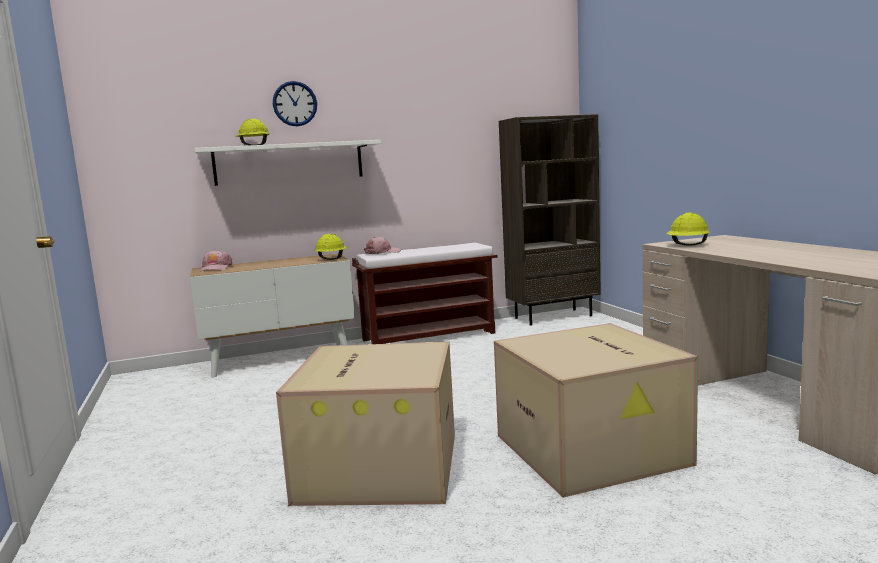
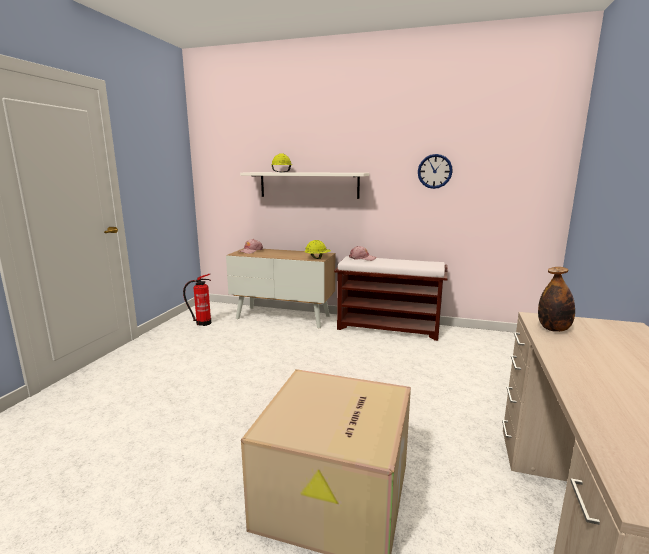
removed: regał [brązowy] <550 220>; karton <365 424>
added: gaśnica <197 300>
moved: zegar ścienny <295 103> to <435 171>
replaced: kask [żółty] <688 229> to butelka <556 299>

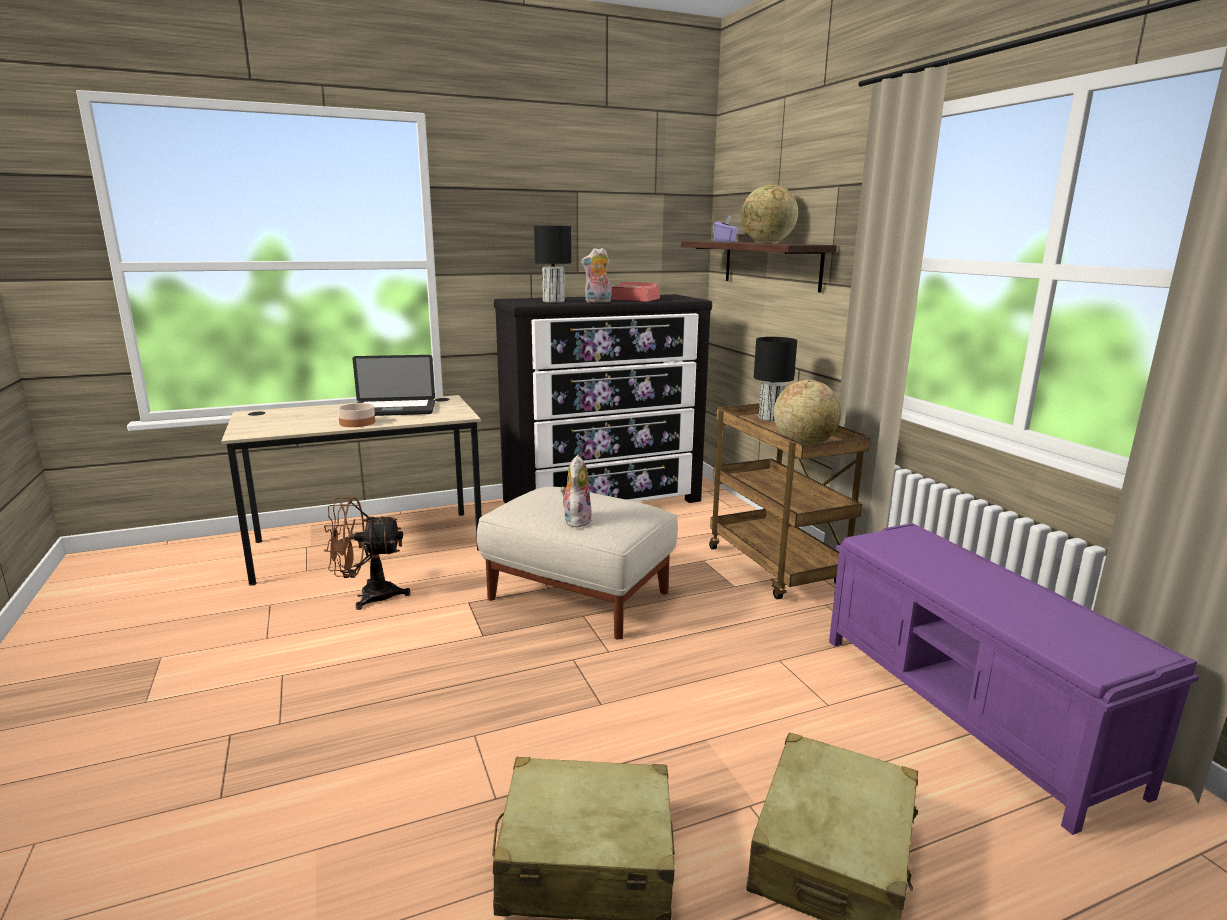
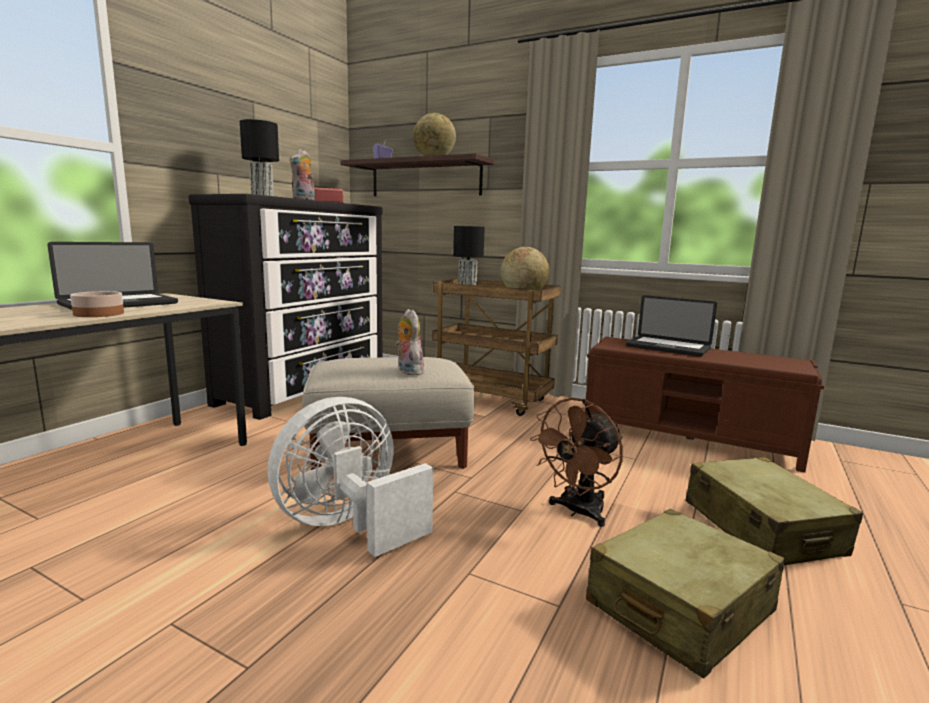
added: laptop <671 325>; wentylator [biały] <350 477>
moved: wentylator [brązowy] <367 553> to <576 462>
recoloured: ławka [fioletowy] <1014 679> to ławka [brązowy] <704 405>

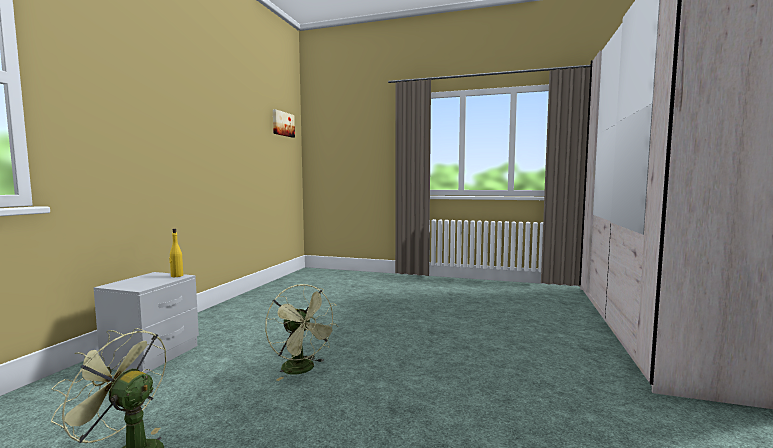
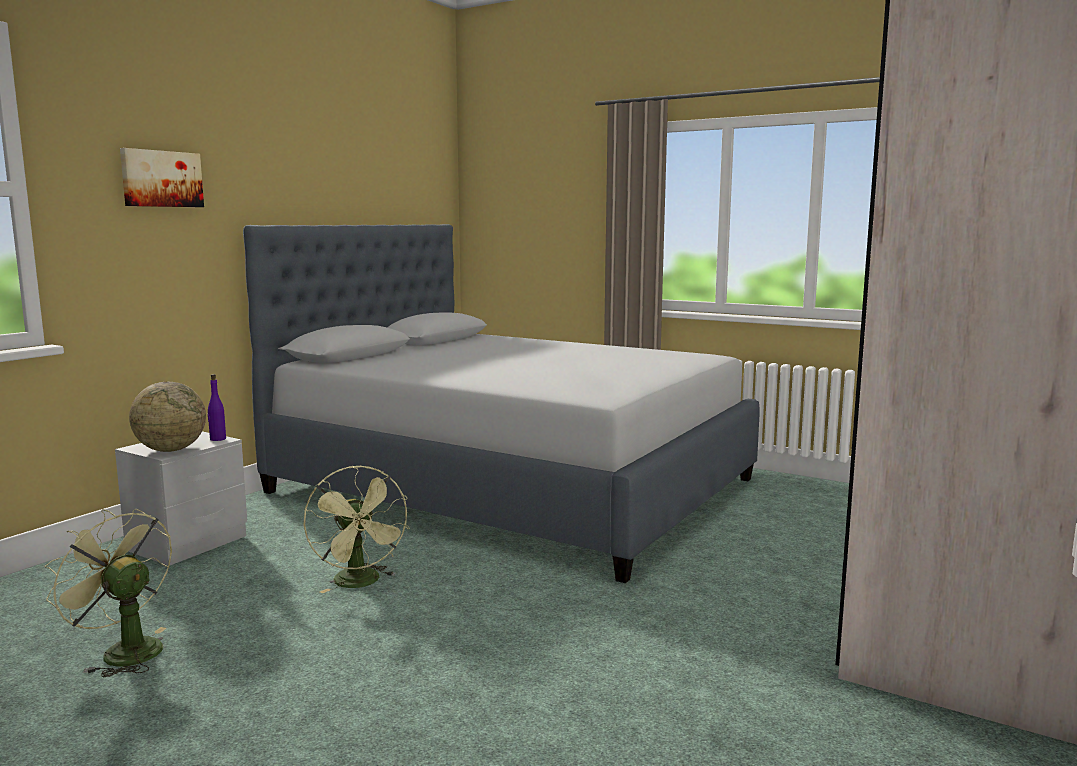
added: łóżko [szary] <501 403>; globus <167 417>
moved: obraz <284 123> to <162 177>
recoloured: butelka [żółty] <176 253> to butelka [fioletowy] <217 407>

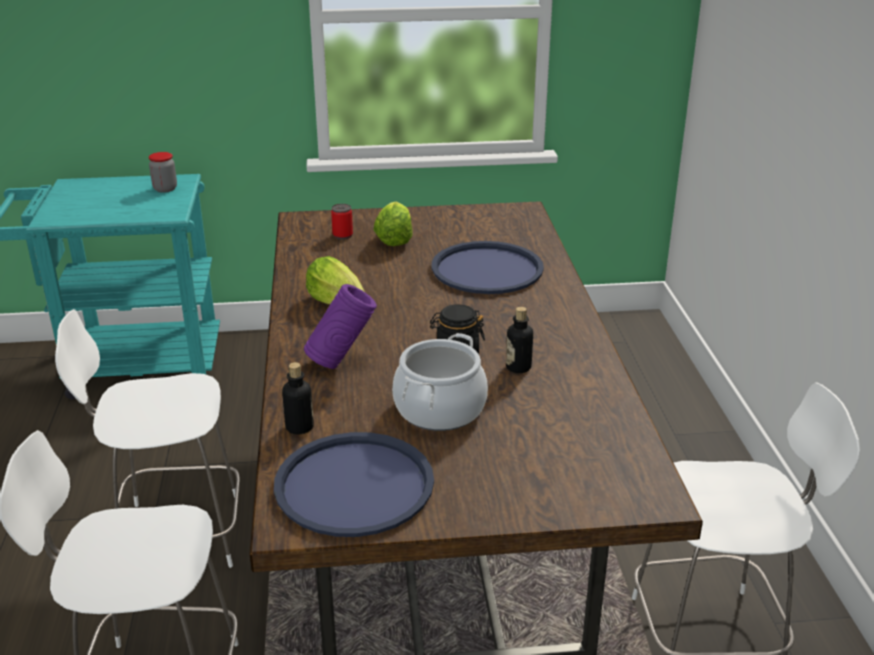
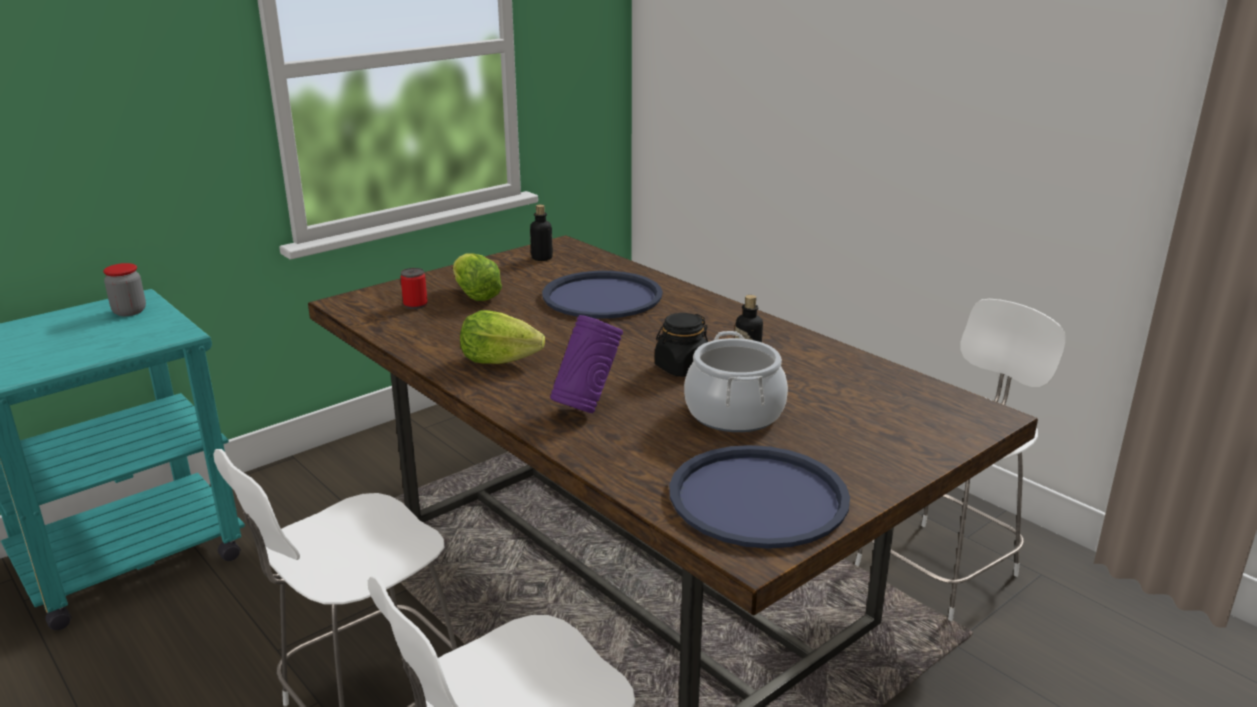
moved: butelka <298 398> to <541 232>

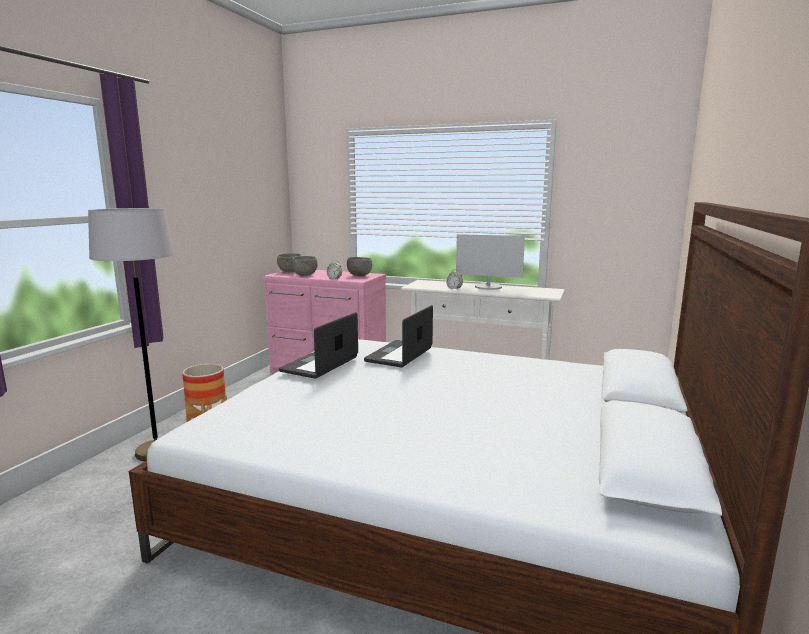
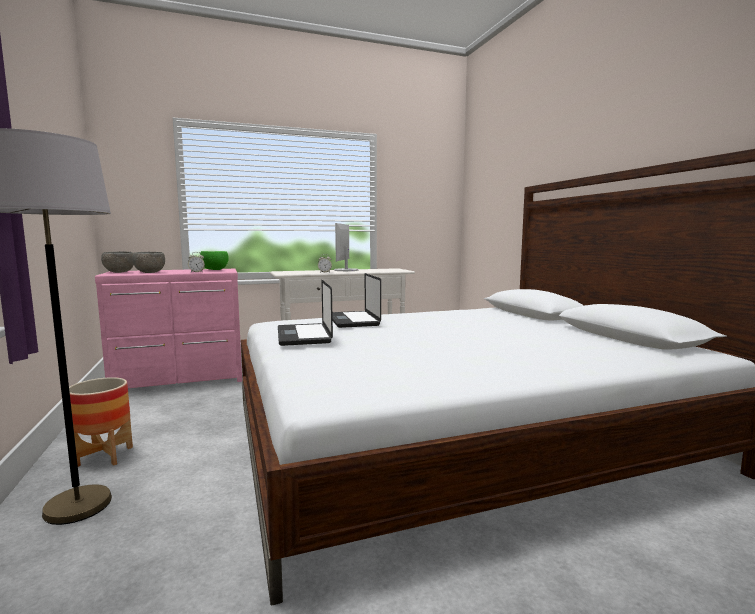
recoloured: miska [szary] <359 266> to miska [zielony] <214 260>
turned: monitor <490 262> = <346 247> 120 degrees clockwise

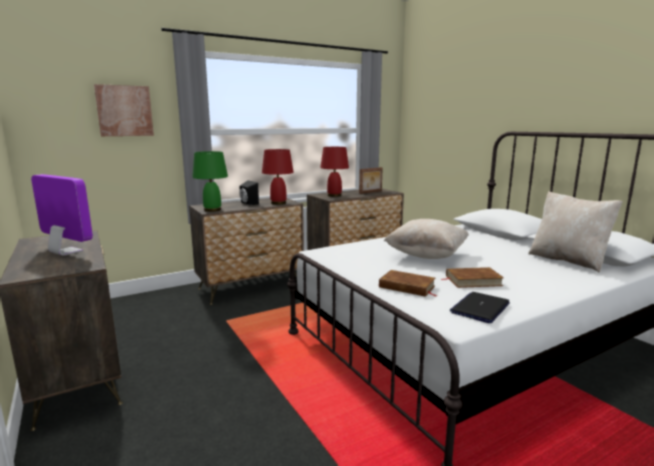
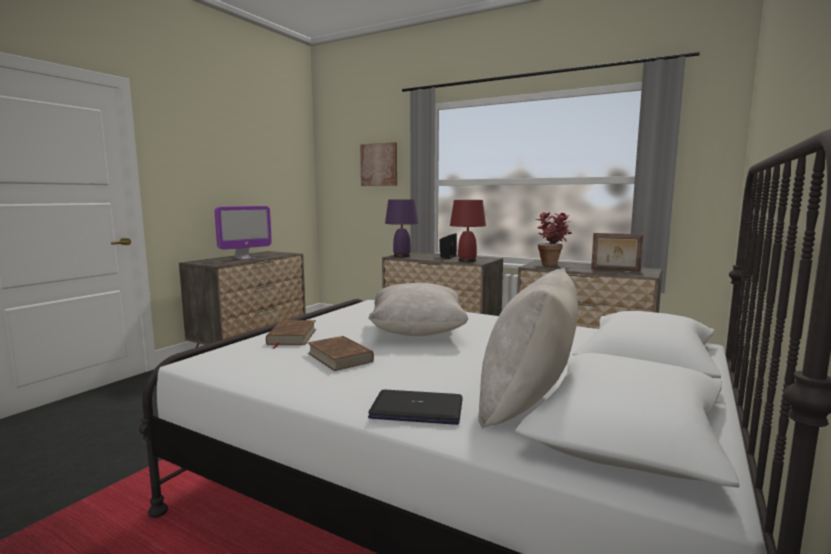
moved: laptop <480 307> to <415 407>
replaced: lampa stołowa [czerwony] <334 172> to roślina doniczkowa <553 239>
recoloured: lampa stołowa [zielony] <210 181> to lampa stołowa [fioletowy] <401 228>
turned: monitor <62 215> = <243 233> 45 degrees clockwise

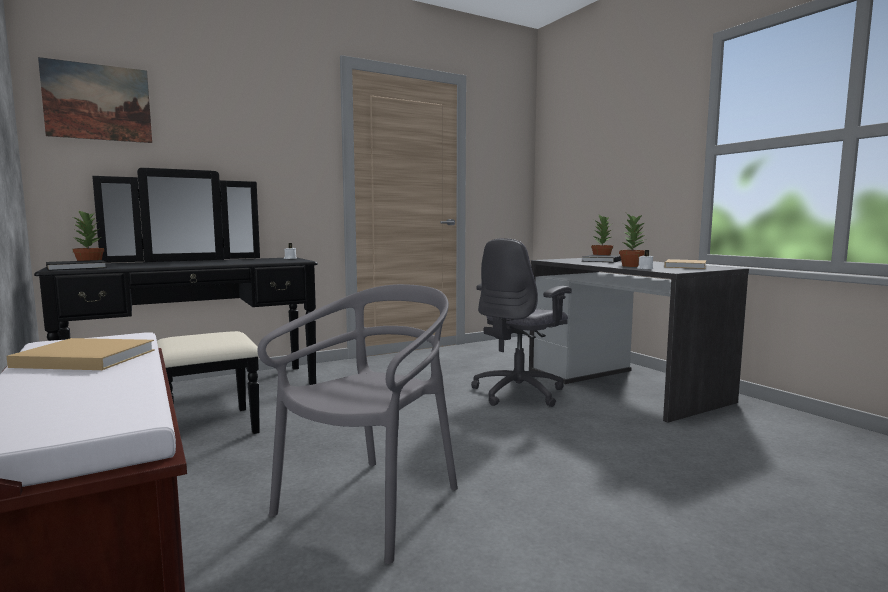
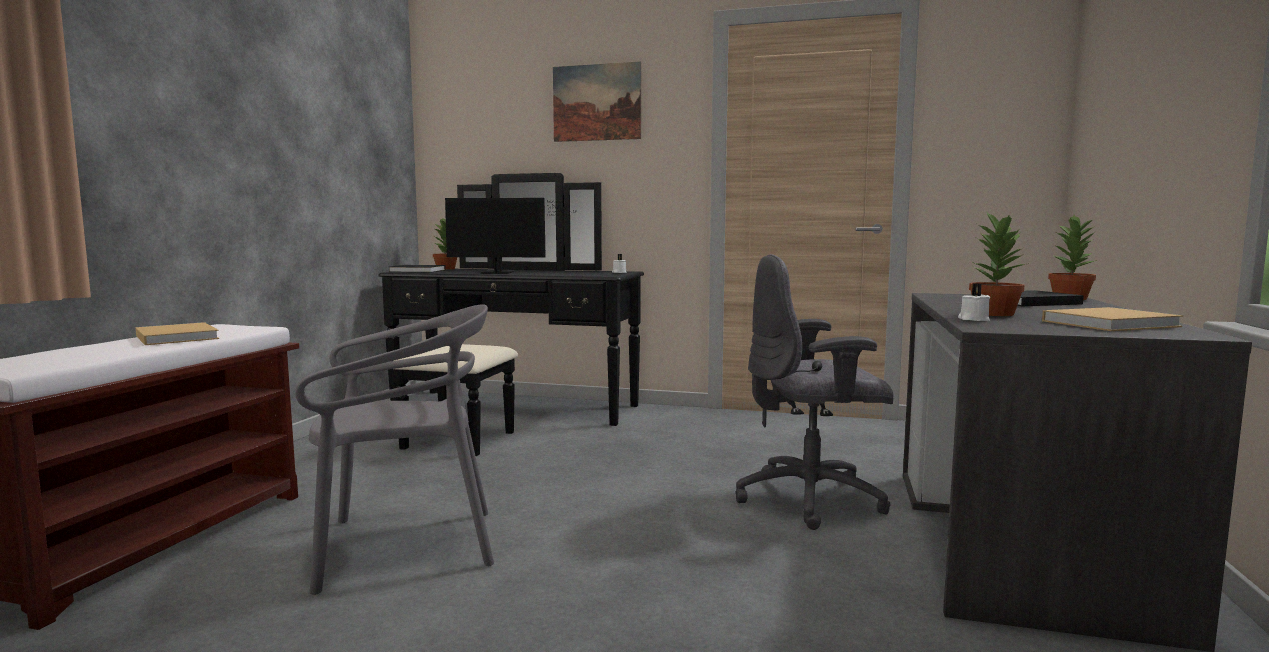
added: monitor <511 236>
moved: obraz <95 100> to <597 102>

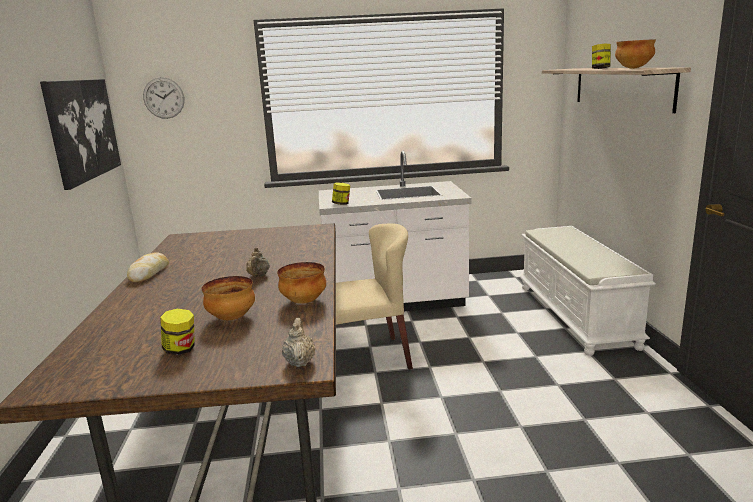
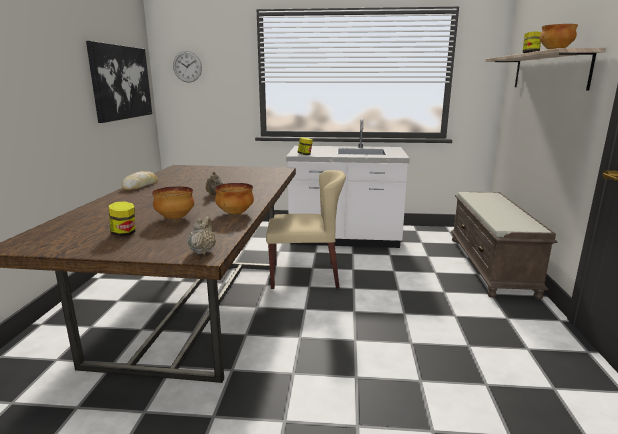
recoloured: ławka [biały] <588 291> to ławka [brązowy] <504 246>

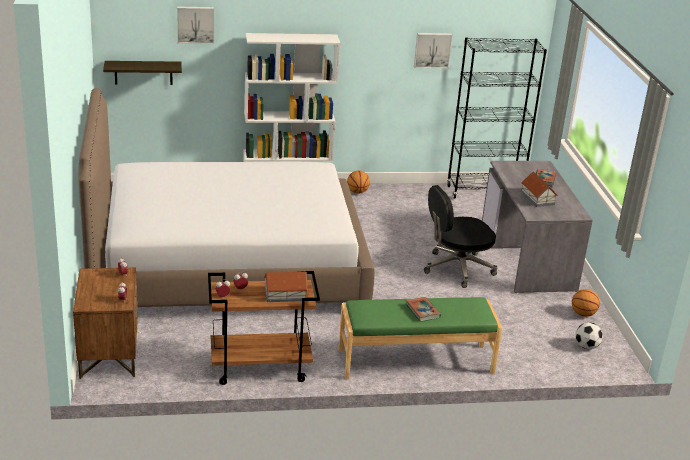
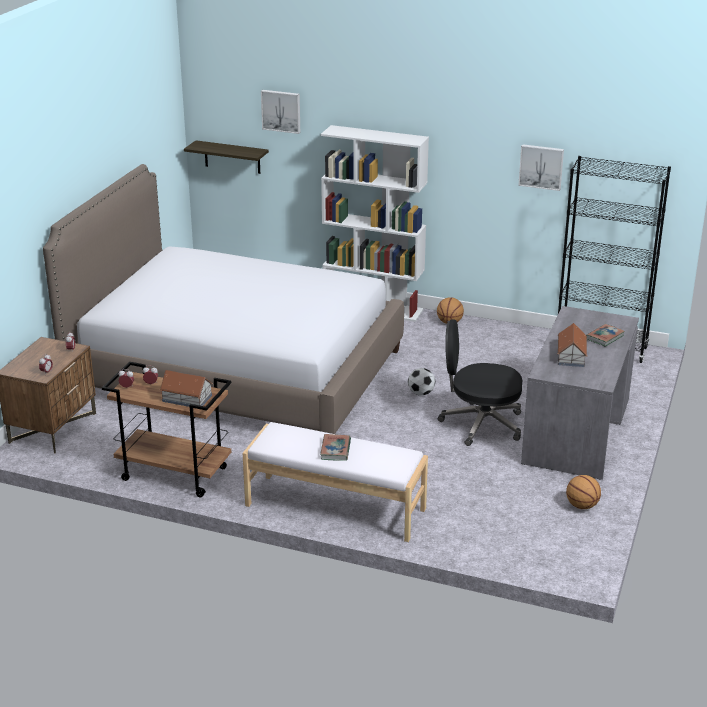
moved: piłka futbolowa <589 335> to <421 381>
recoloured: ławka [zielony] <420 338> to ławka [biały] <335 482>

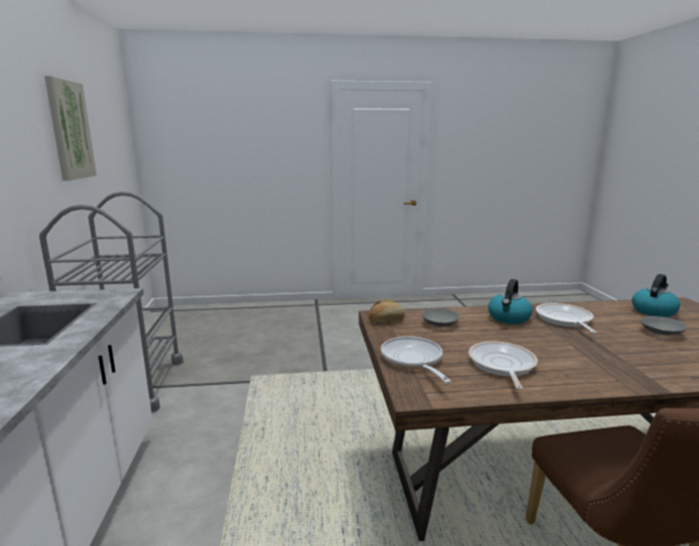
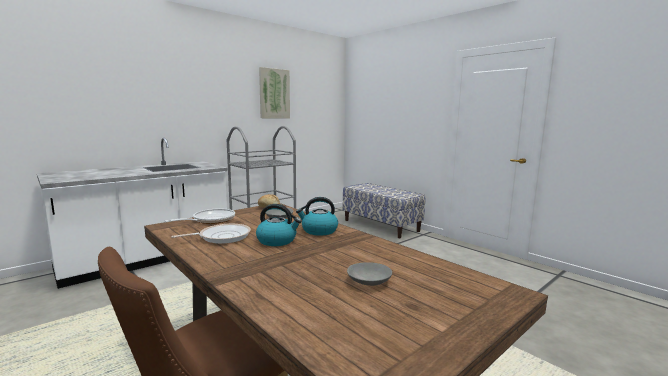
removed: patelnia <566 318>
added: ławka <384 210>
moved: czajnik <656 295> to <278 225>

